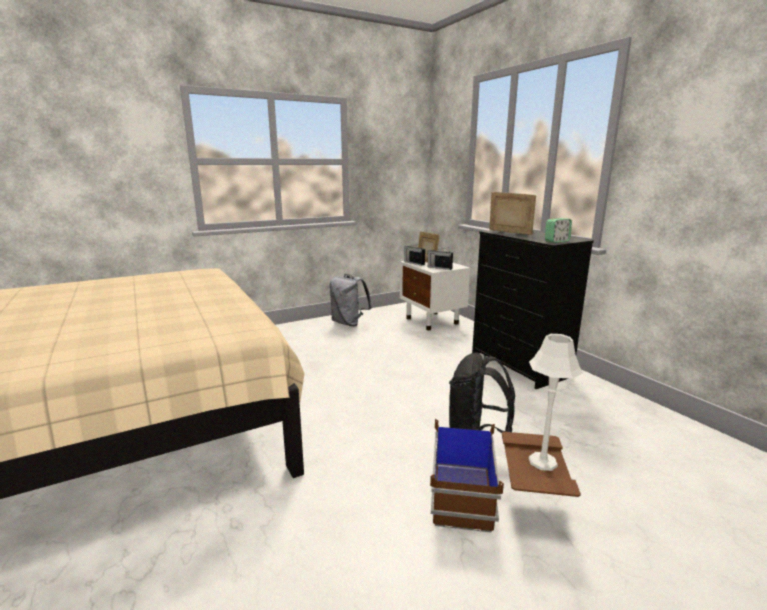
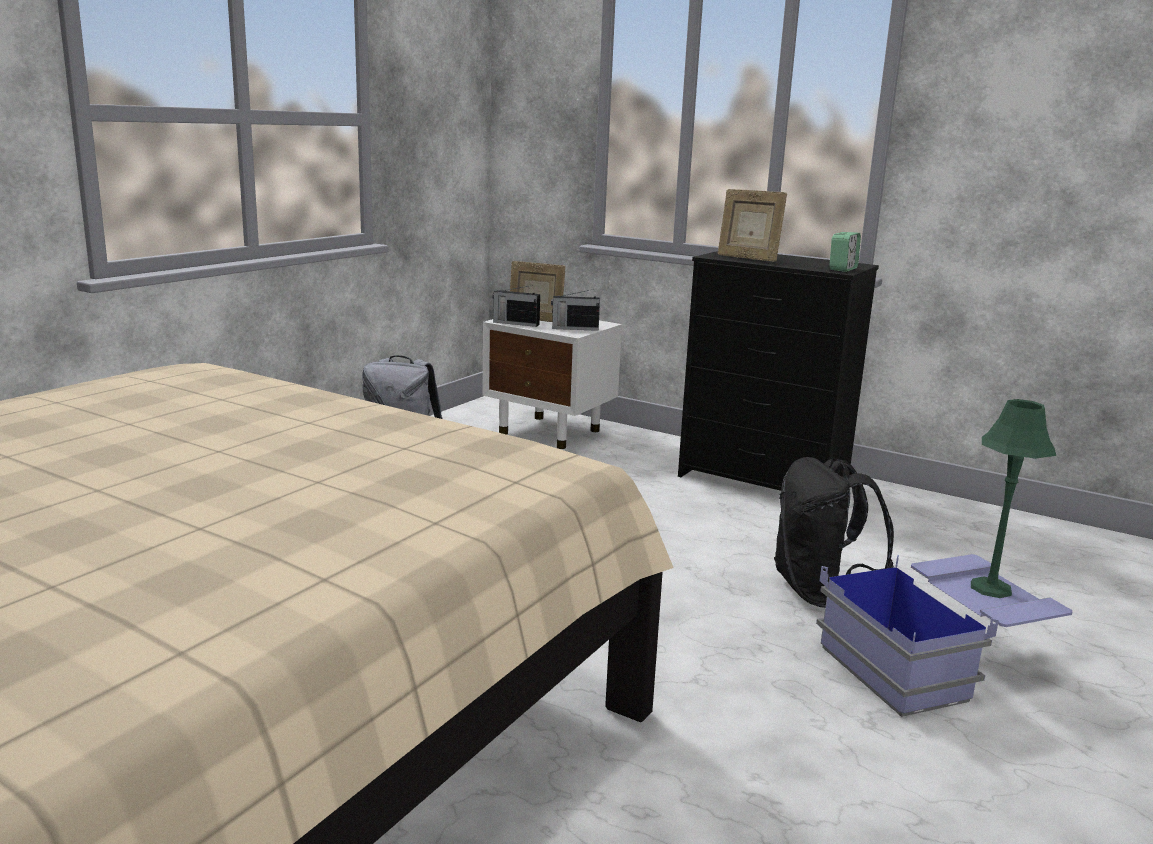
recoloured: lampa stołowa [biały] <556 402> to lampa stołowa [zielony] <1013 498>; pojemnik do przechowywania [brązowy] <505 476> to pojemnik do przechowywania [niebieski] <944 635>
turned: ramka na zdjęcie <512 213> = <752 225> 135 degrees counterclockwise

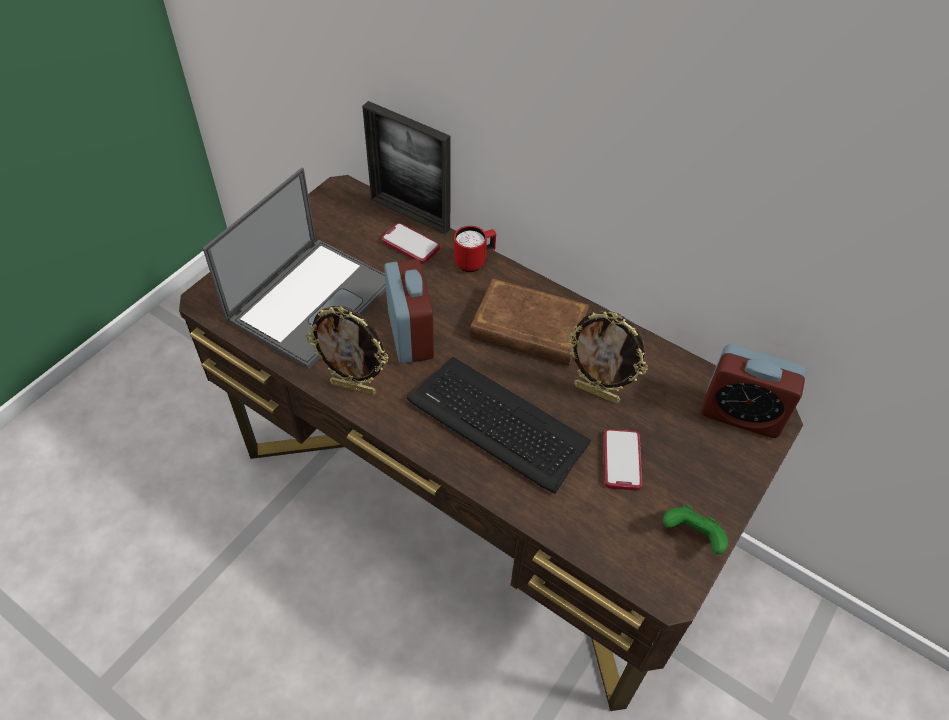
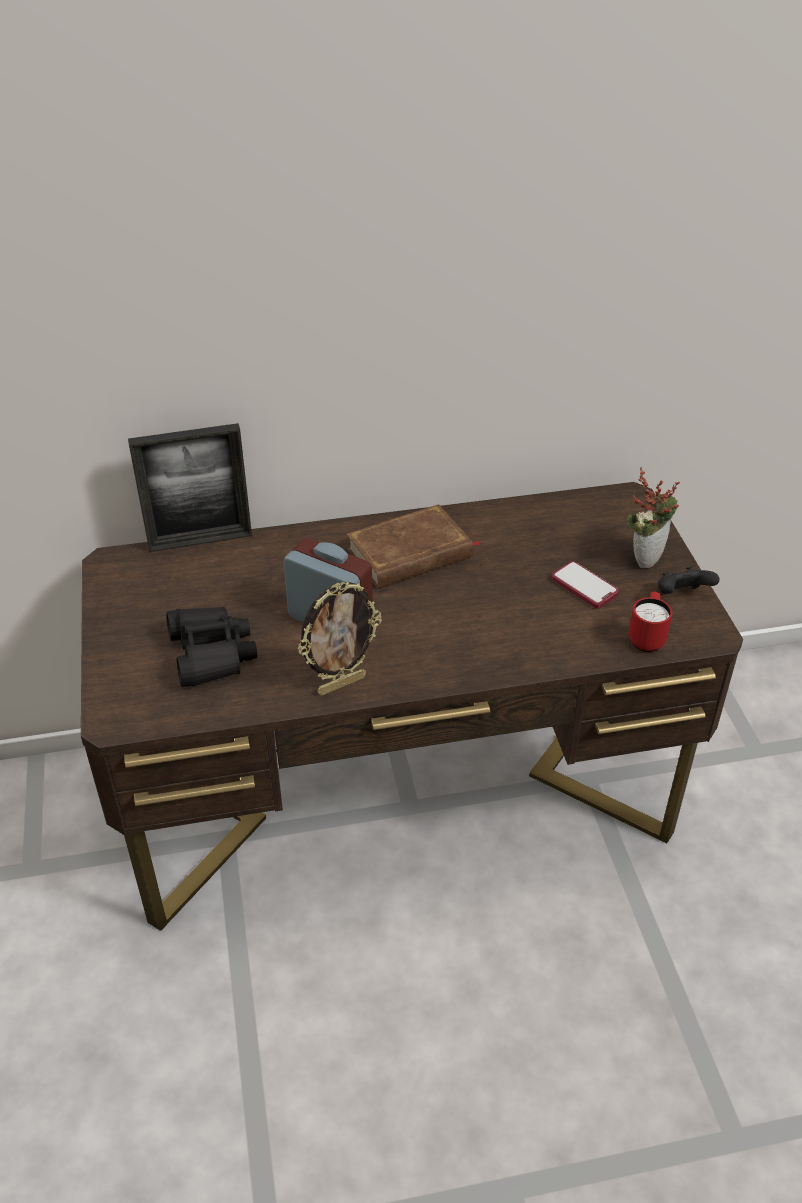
removed: telefon <411 243>; ramka na zdjęcie <607 357>; budzik <753 391>; klawiatura <499 425>
added: roślina doniczkowa <653 517>
moved: kubek [czerwony] <475 249> to <650 622>
replaced: laptop <294 268> to lornetka [czarny] <211 647>
recoloured: pad do gier [zielony] <695 529> to pad do gier [czarny] <689 580>

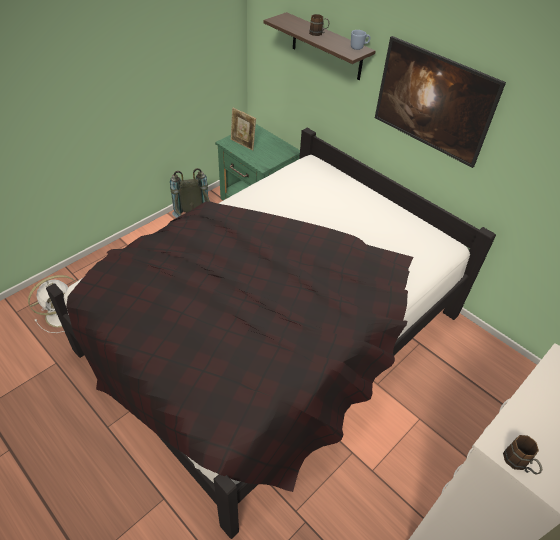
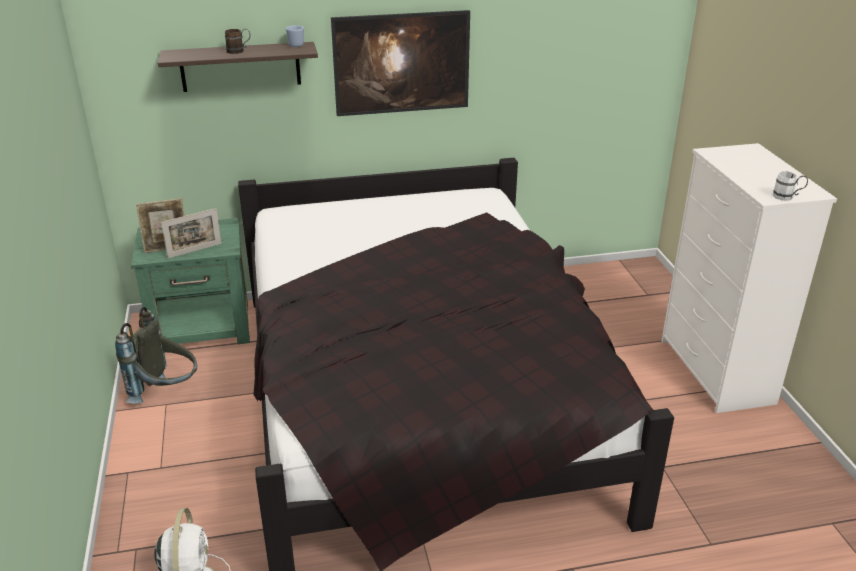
added: ramka na zdjęcie <191 233>
recoloured: kubek [brązowy] <522 455> to kubek [biały] <790 186>

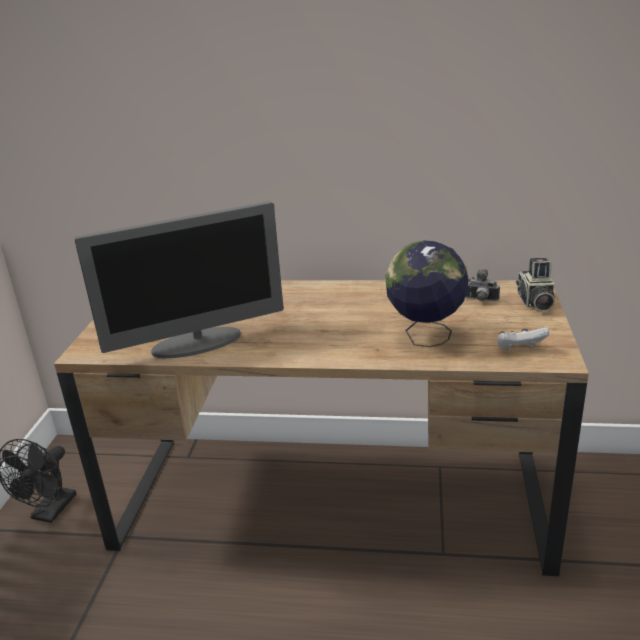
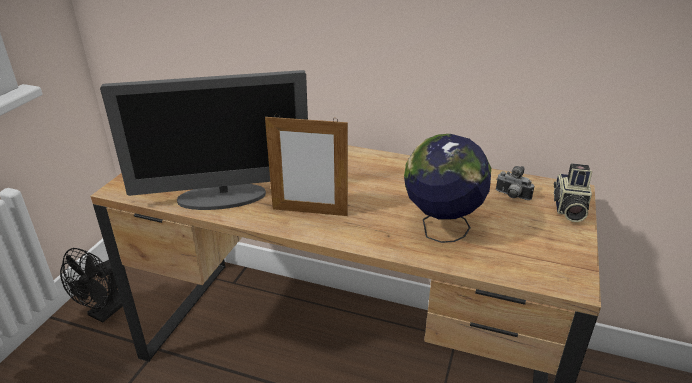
removed: pad do gier [biały] <523 338>
added: ramka na zdjęcie <306 165>

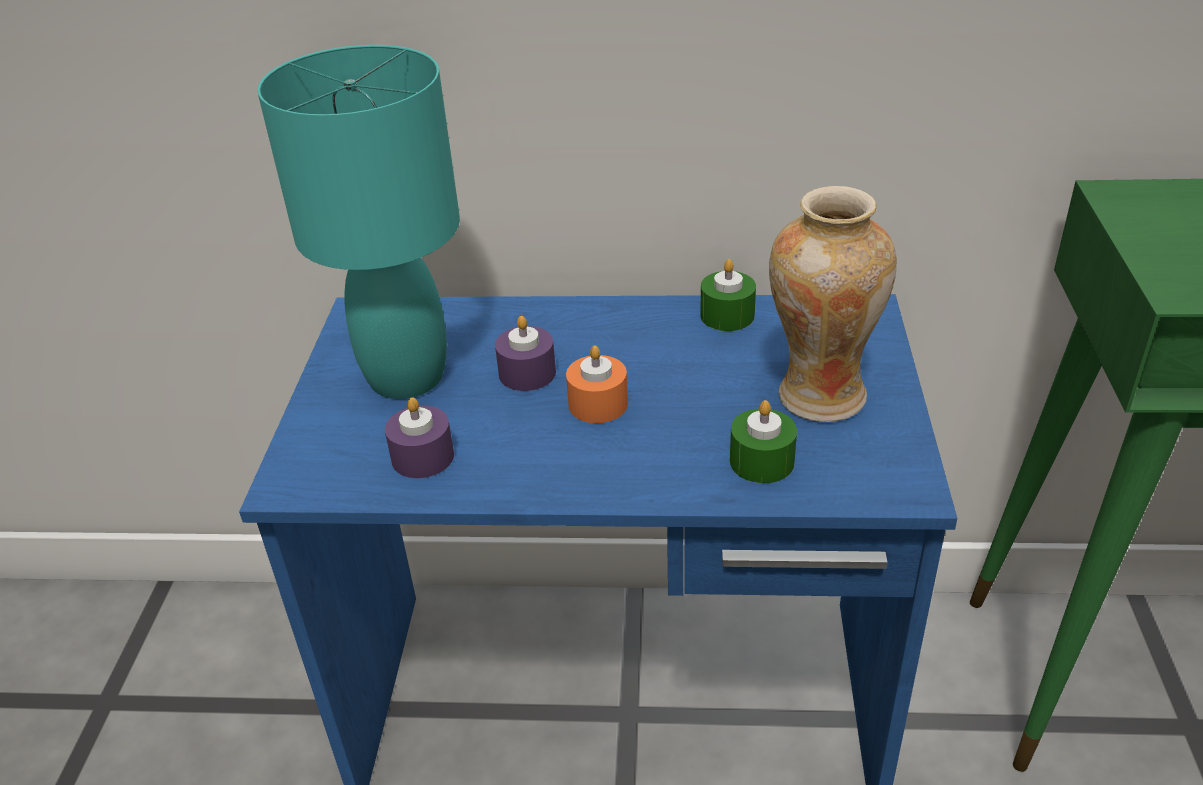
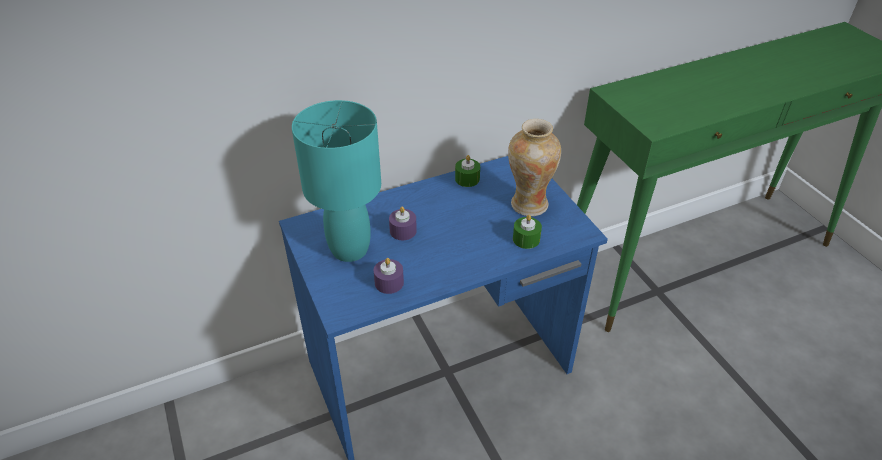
removed: świeca [pomarańczowy] <597 384>

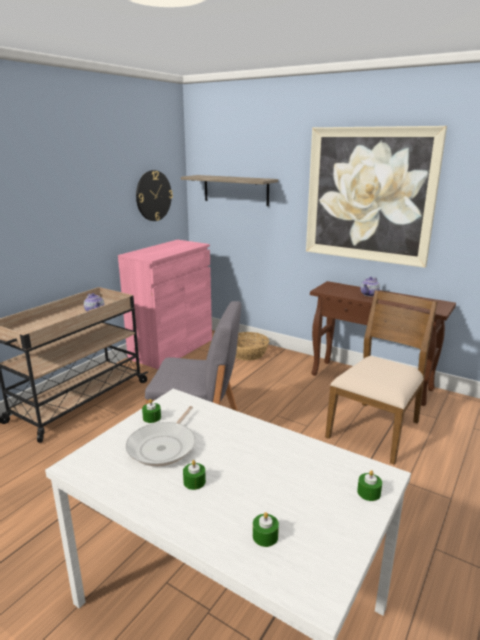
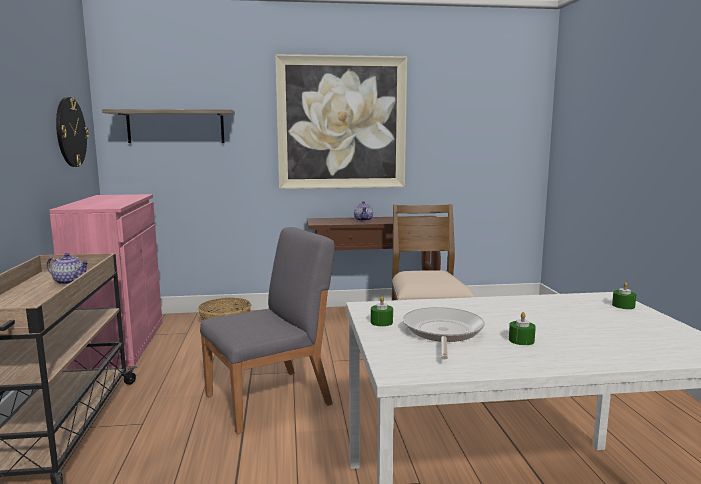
removed: świeca [zielony] <266 529>
turned: patelnia <160 436> = <444 333> 150 degrees counterclockwise

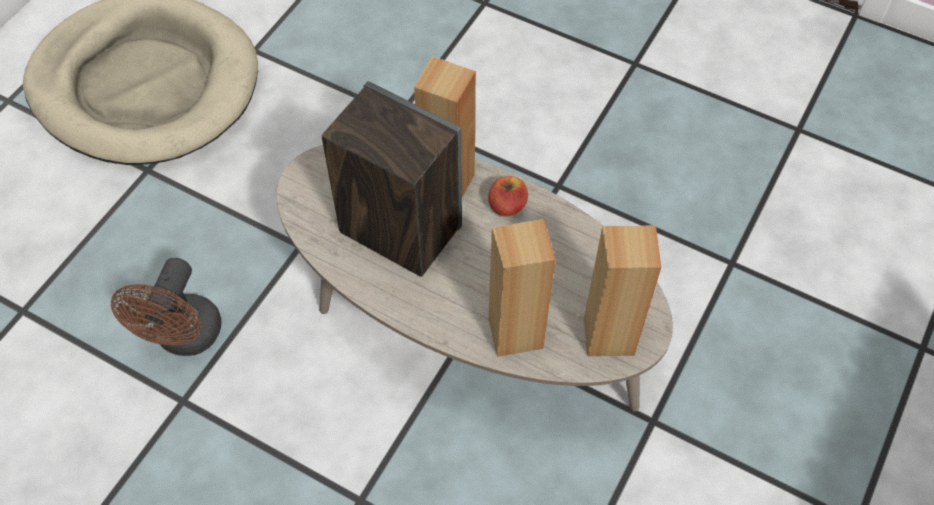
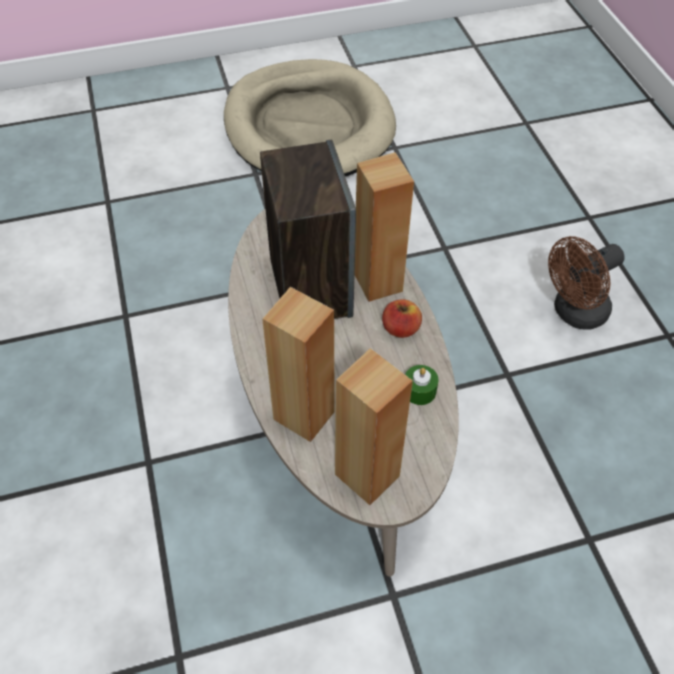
added: świeca [zielony] <421 385>
moved: wentylator [brązowy] <166 307> to <586 283>

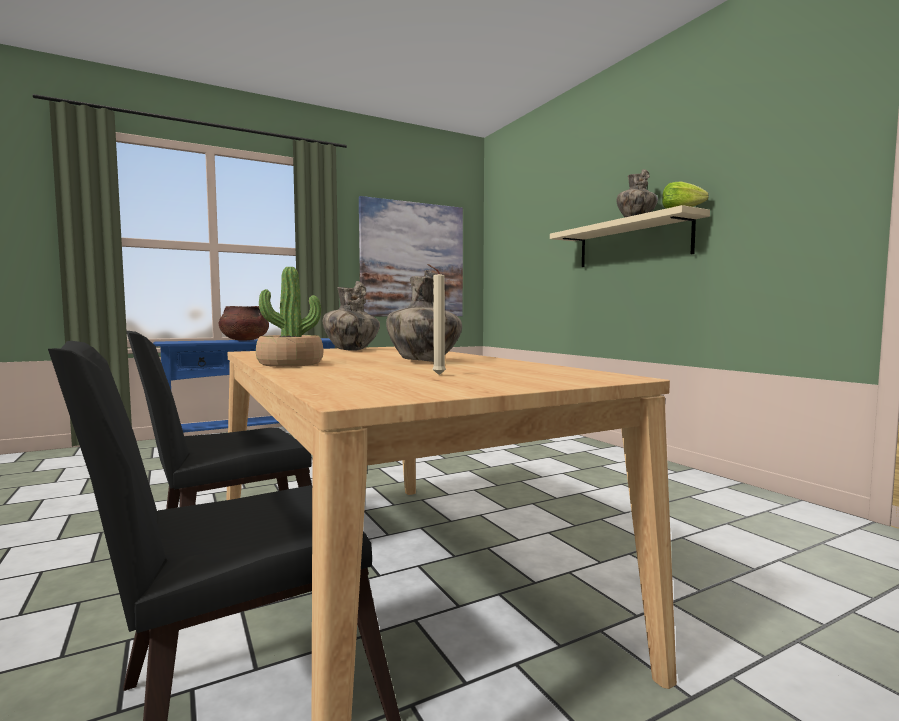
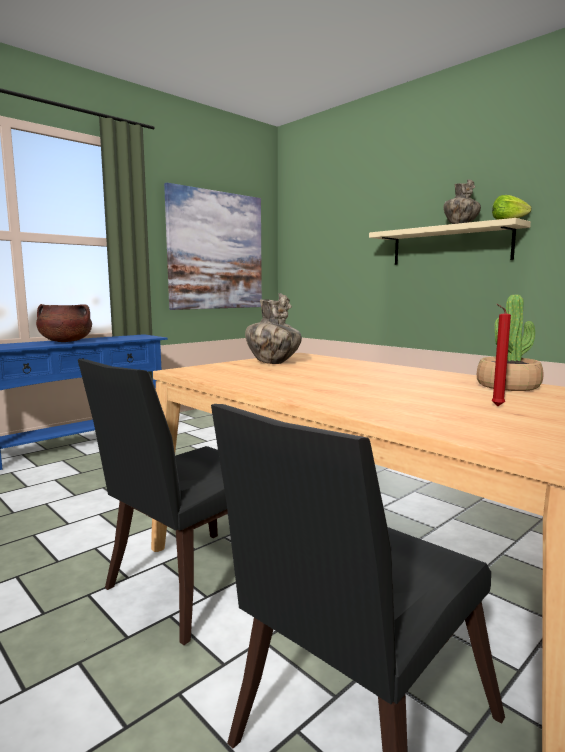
removed: wazon <424 316>
moved: roślina doniczkowa <289 317> to <510 343>
recoloured: świeca [beżowy] <436 319> to świeca [czerwony] <501 355>

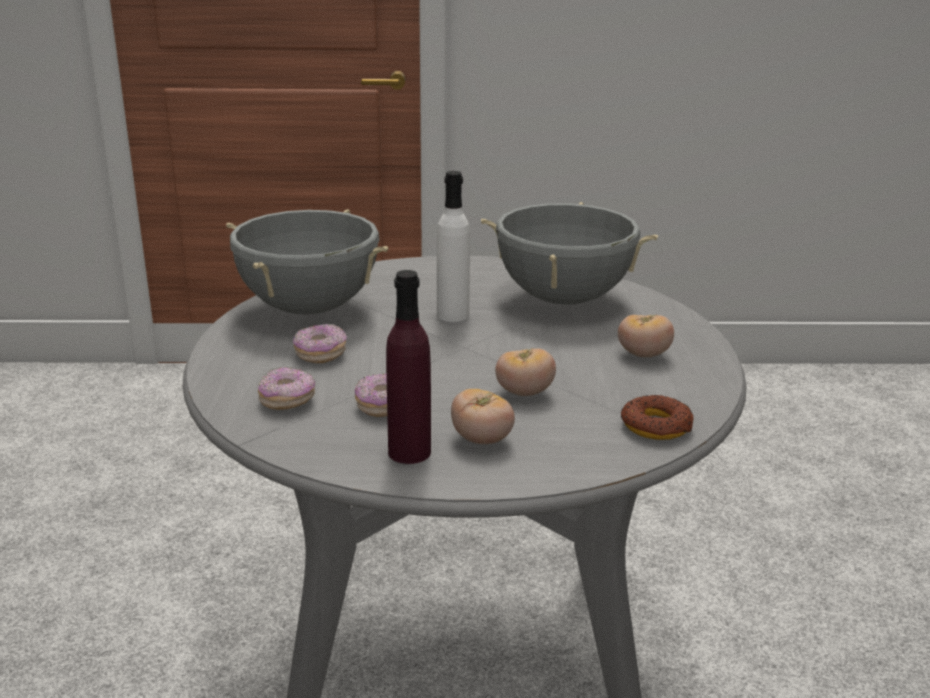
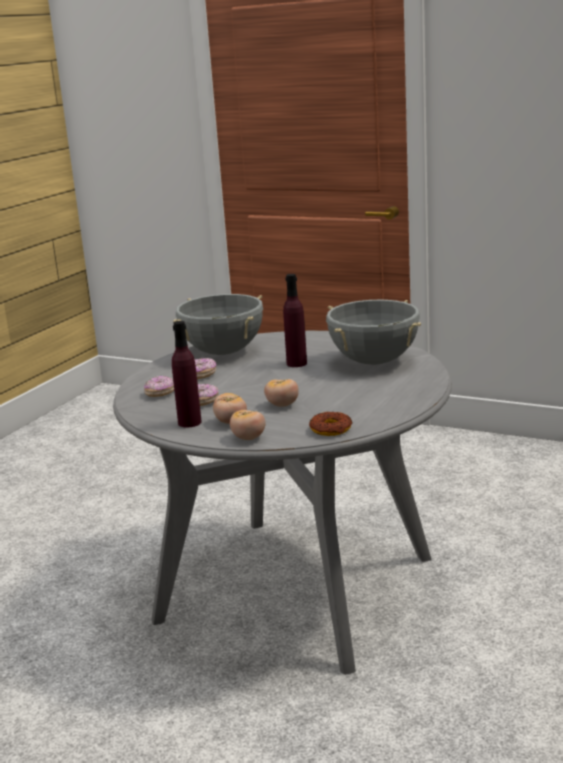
moved: pomidor <646 335> to <248 425>
recoloured: butelka [biały] <453 246> to butelka [fioletowy] <295 320>

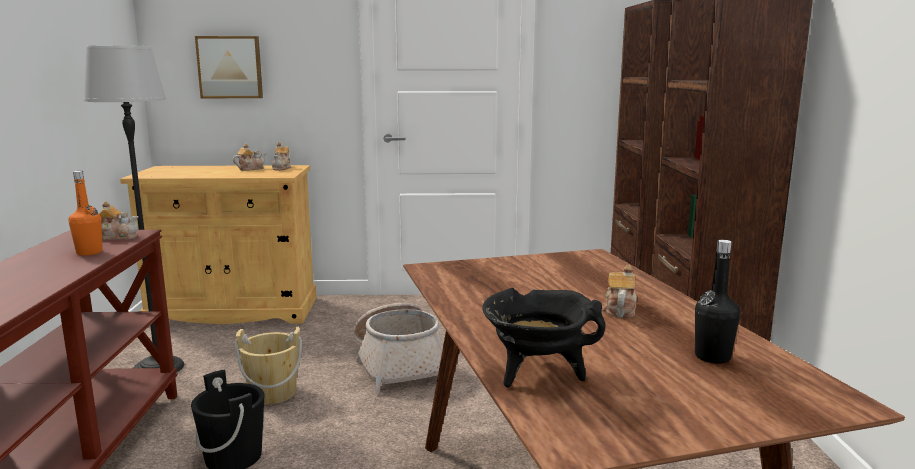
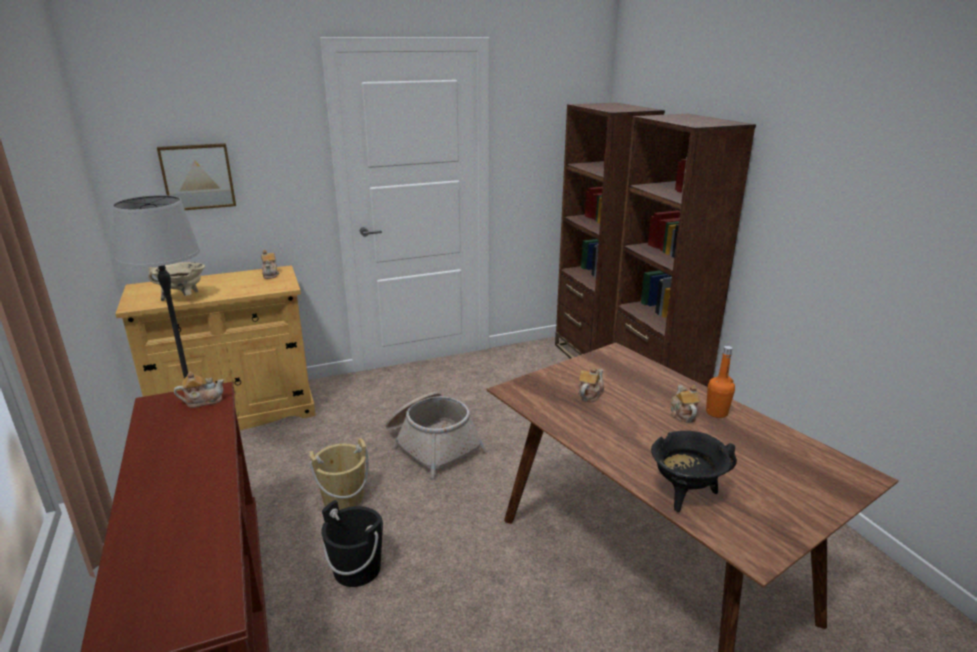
removed: butelka [czarny] <717 302>
added: garnek [beżowy] <176 281>
moved: imbryk <249 157> to <591 384>; butelka [pomarańczowy] <85 213> to <720 382>

